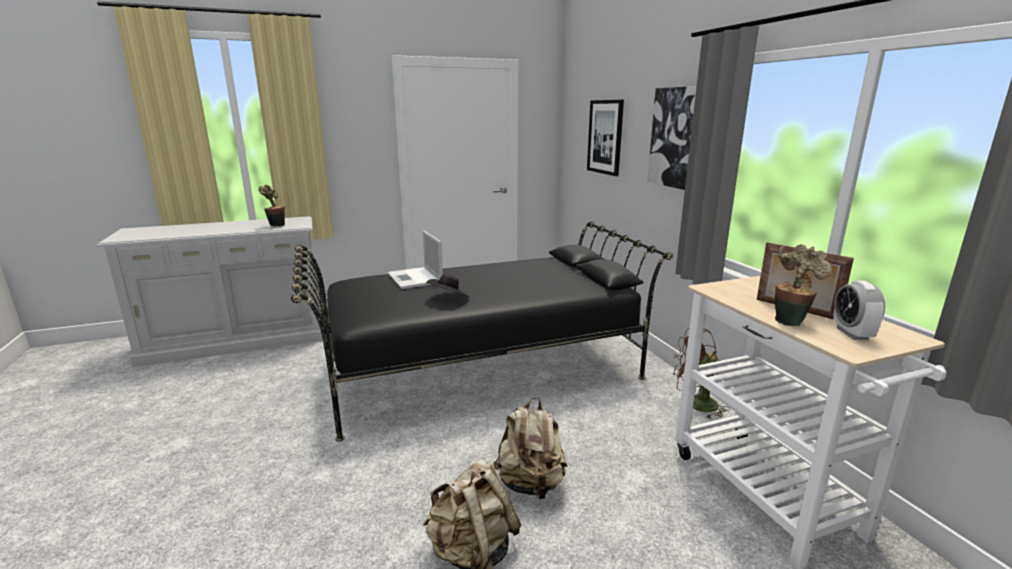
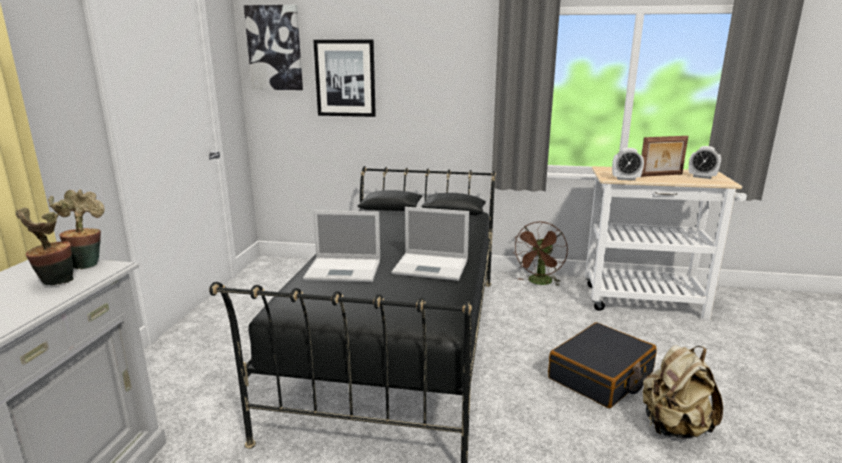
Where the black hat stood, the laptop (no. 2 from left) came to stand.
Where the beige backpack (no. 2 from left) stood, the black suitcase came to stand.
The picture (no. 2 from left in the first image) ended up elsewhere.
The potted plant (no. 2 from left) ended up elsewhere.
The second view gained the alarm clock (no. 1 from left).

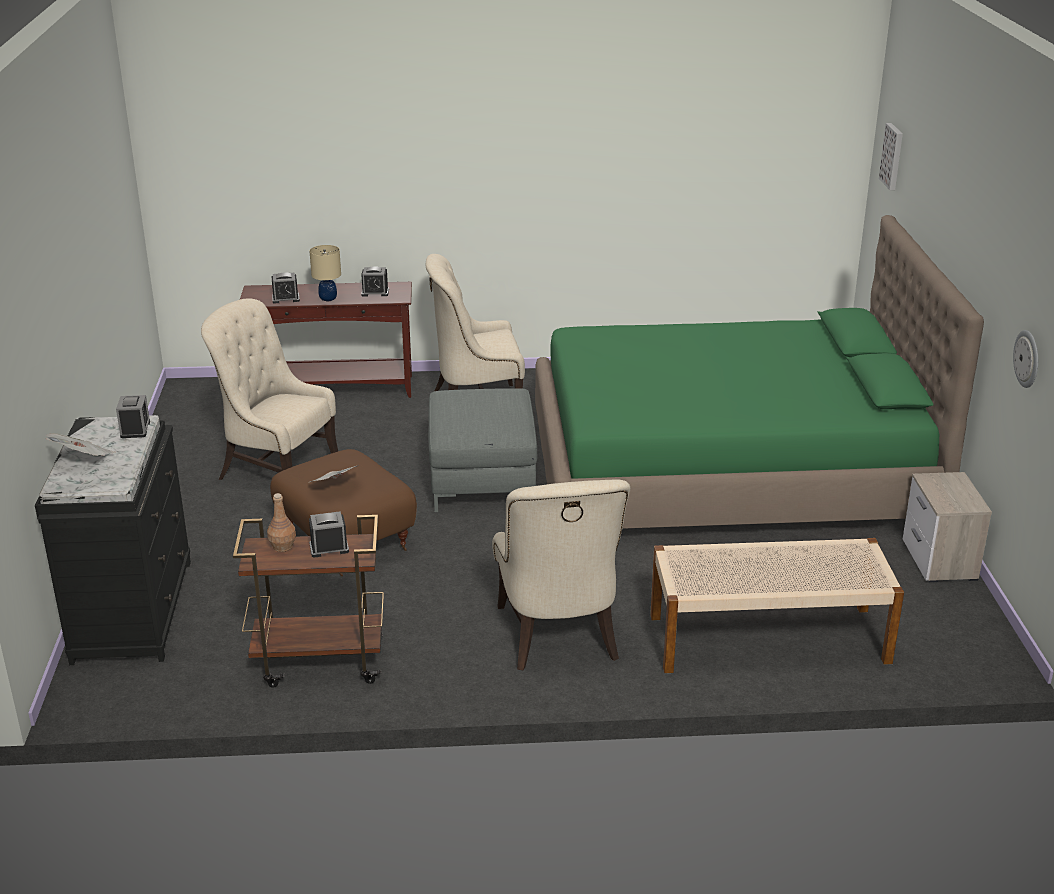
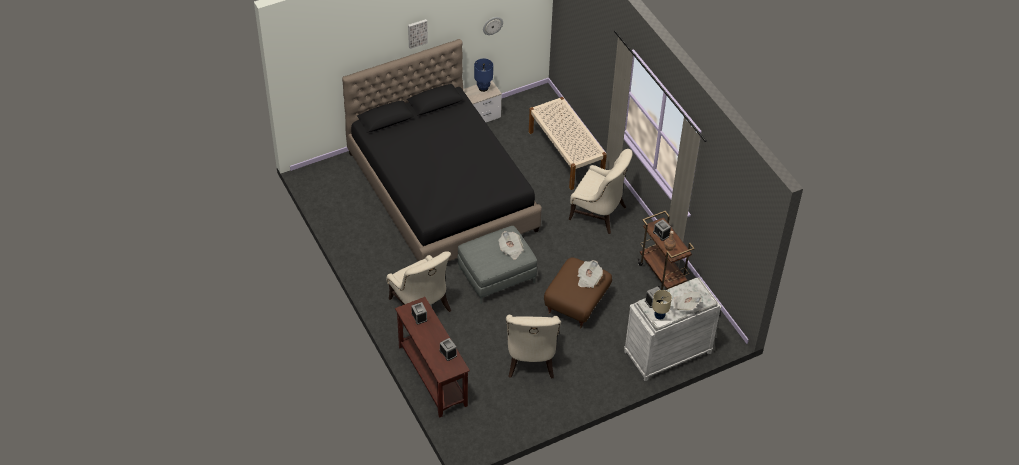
What was the black dresser turned into the white dresser.
The beige table lamp ended up elsewhere.
The beige armchair (no. 3 from left) ended up facing another way, 60 degrees clockwise from before.
What was the green bed turned into the black bed.
The picture ended up elsewhere.
The second view gained the blue table lamp.
The second view gained the newspaper (no. 1 from left).

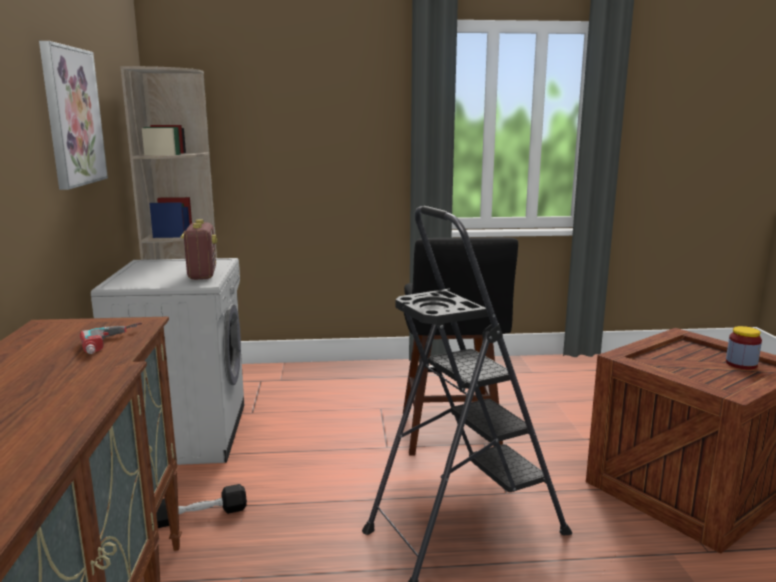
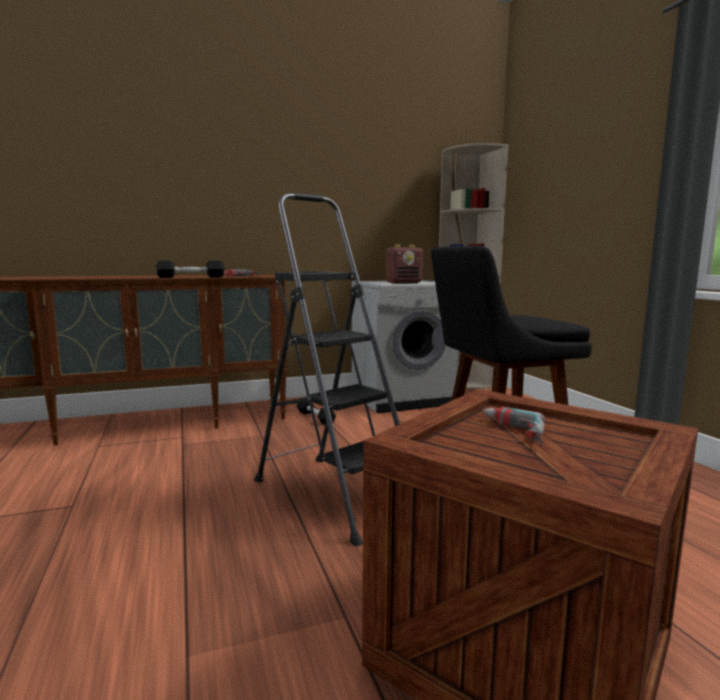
The second view lost the picture.
The second view lost the jar.
The second view gained the black dumbbell (no. 1 from left).
The second view gained the power drill (no. 2 from left).

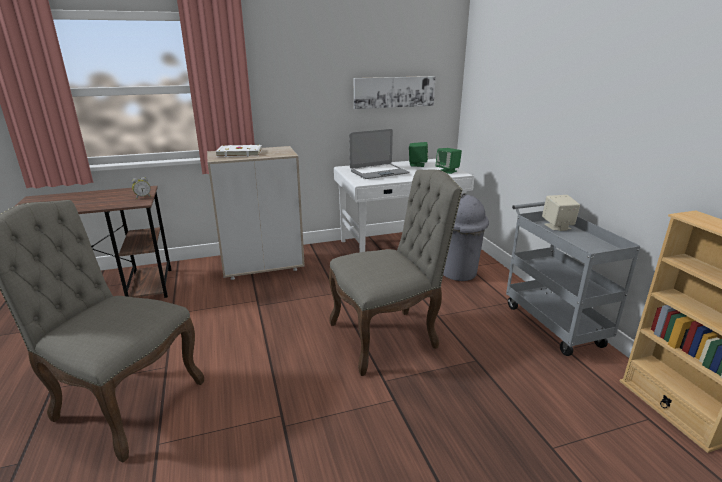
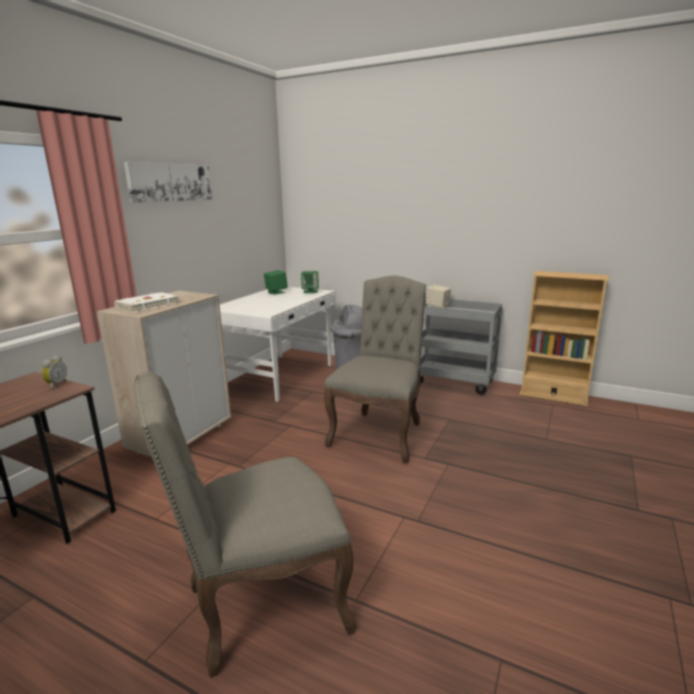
The second view lost the laptop.
The picture ended up elsewhere.

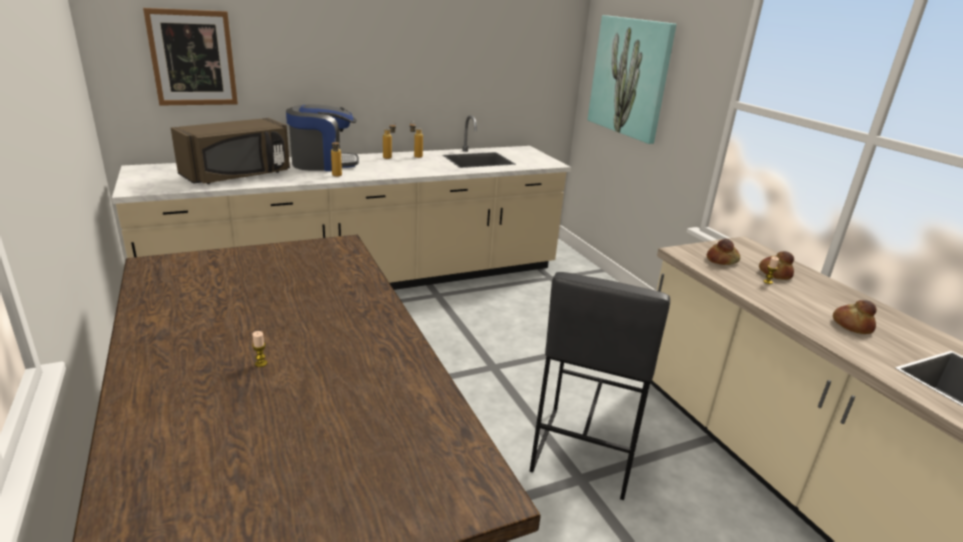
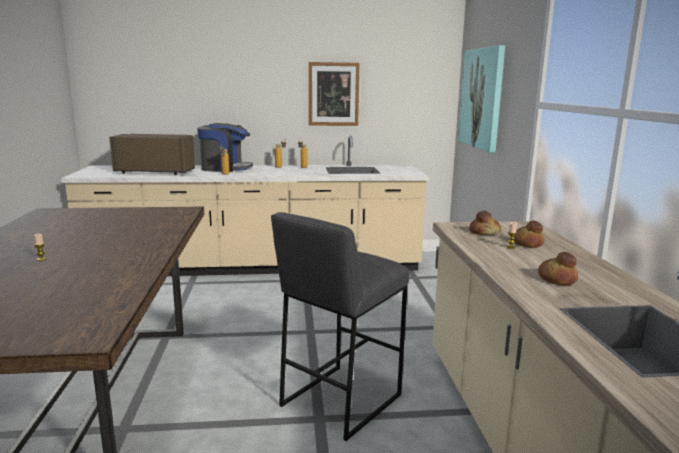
The picture (no. 1 from left) ended up elsewhere.
The brown microwave ended up facing another way, 150 degrees counterclockwise from before.

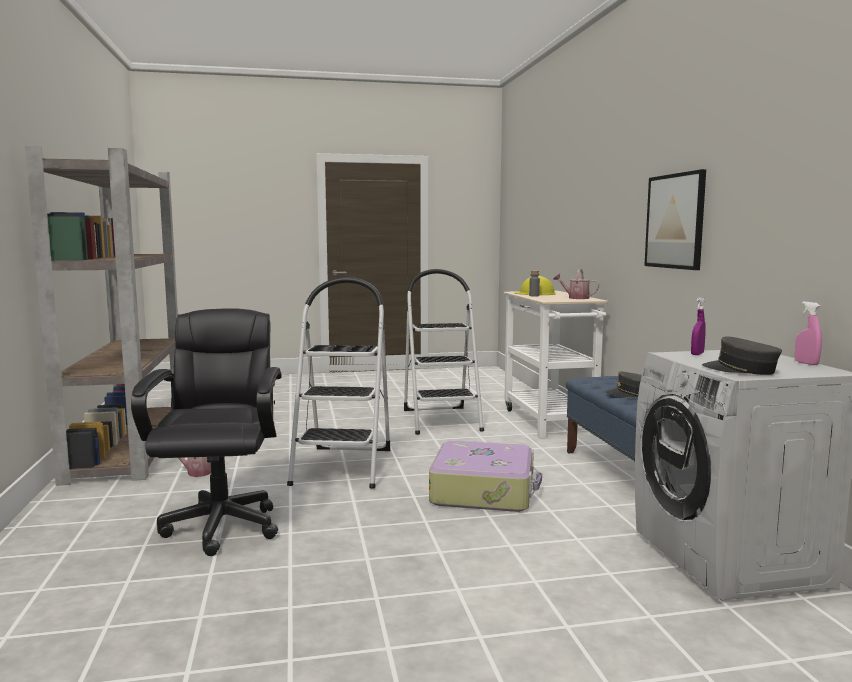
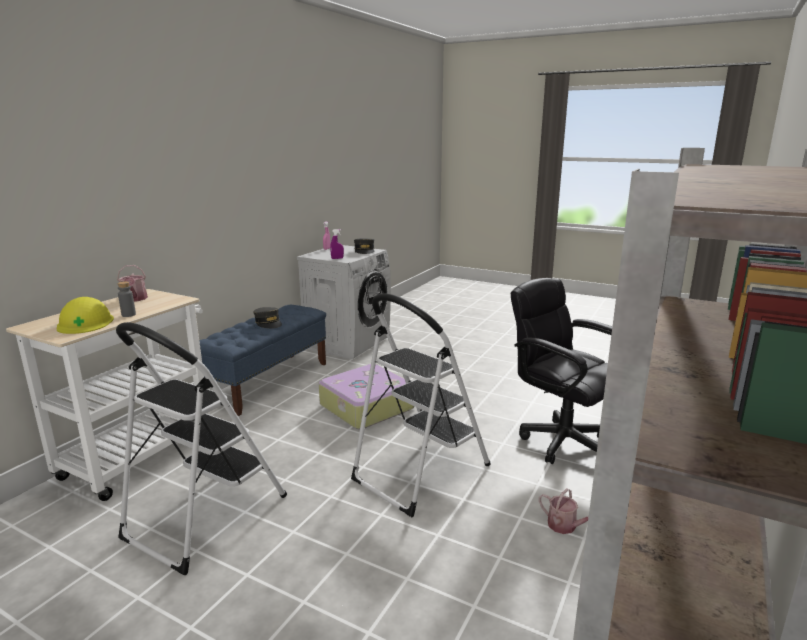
The black office chair ended up facing another way, 105 degrees clockwise from before.
The second view lost the picture.

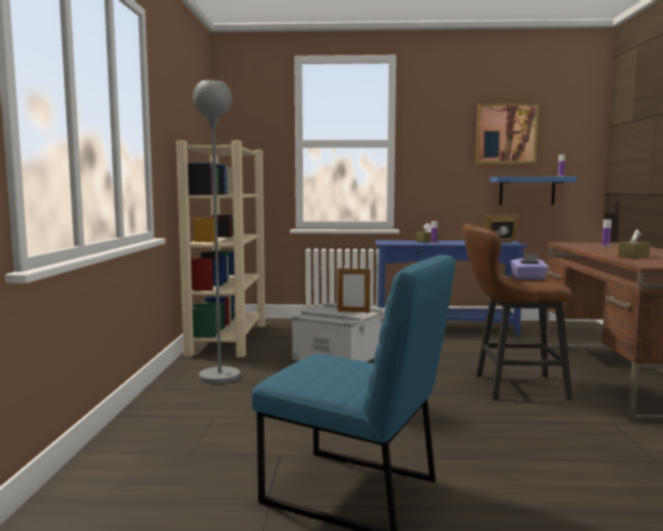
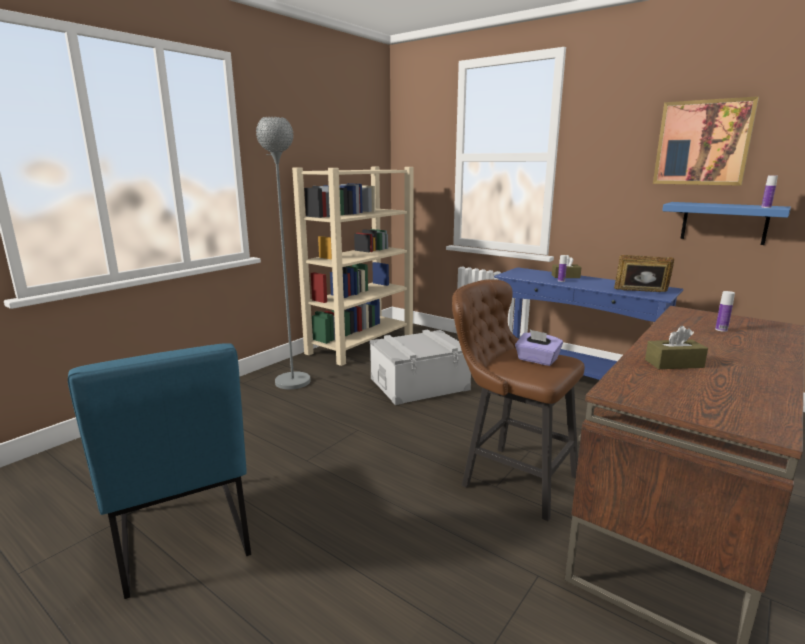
The second view lost the picture frame (no. 1 from left).

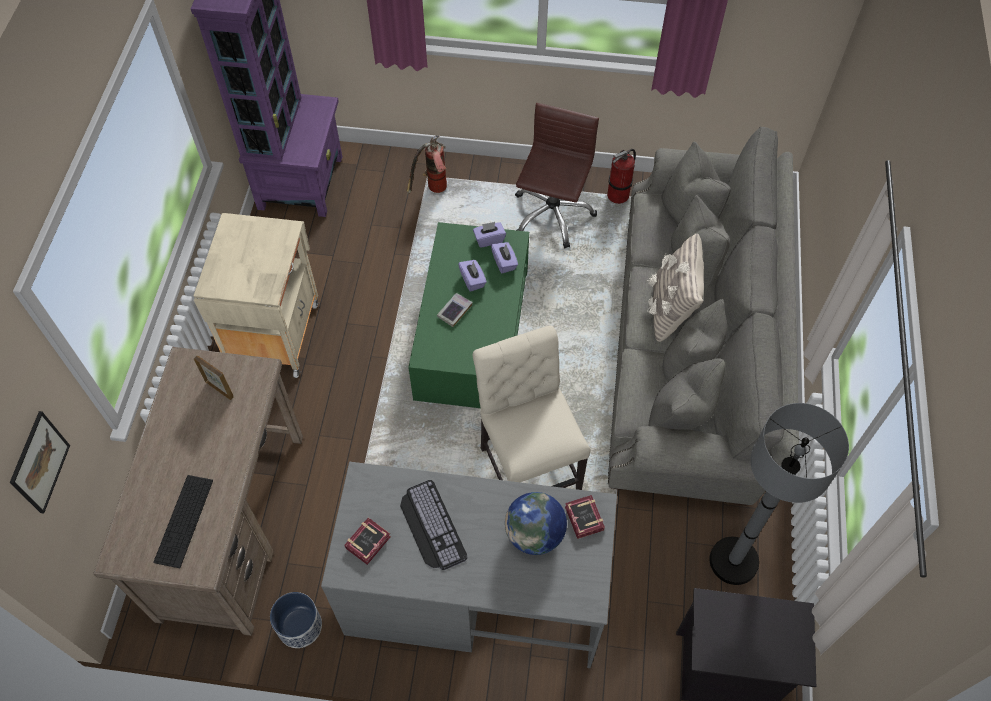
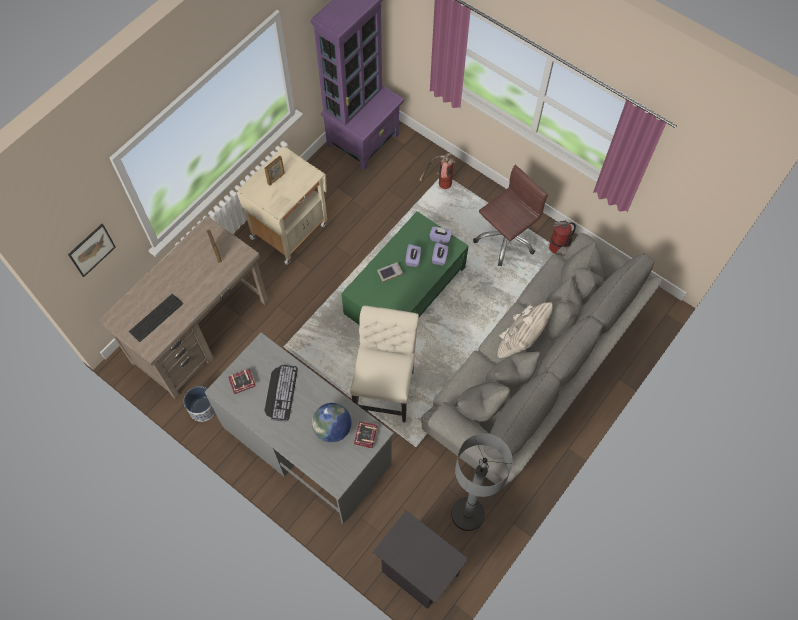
The second view gained the picture frame (no. 2 from left).

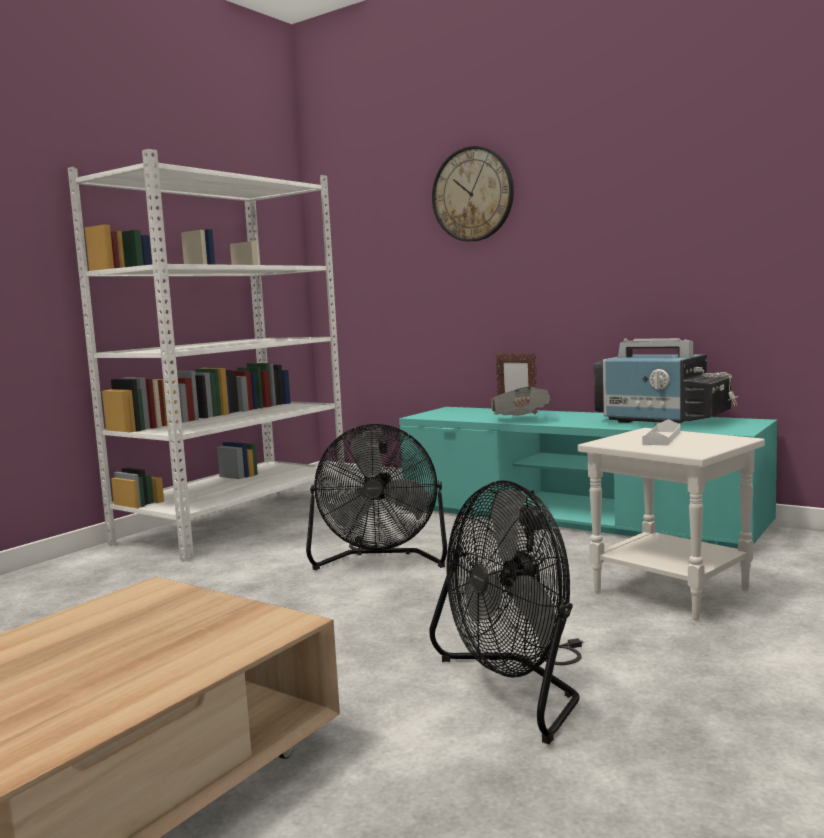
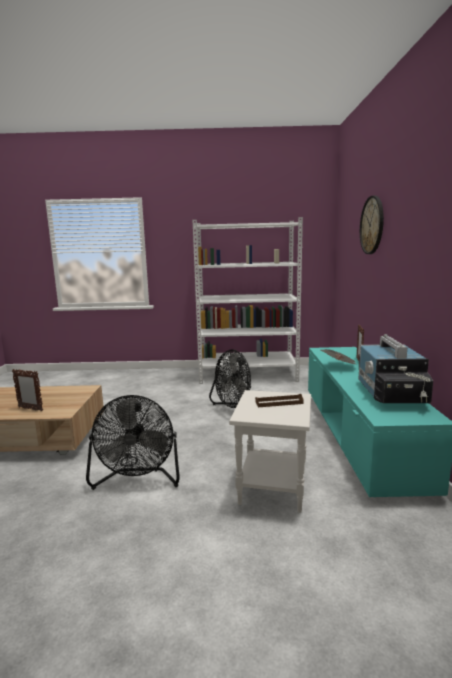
The black fan (no. 2 from left in the first image) ended up facing another way, 120 degrees counterclockwise from before.
What was the white tray turned into the brown tray.
The second view gained the picture frame (no. 1 from left).

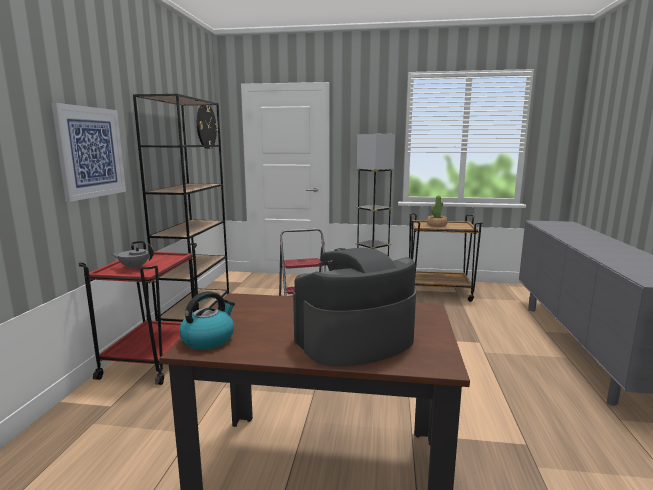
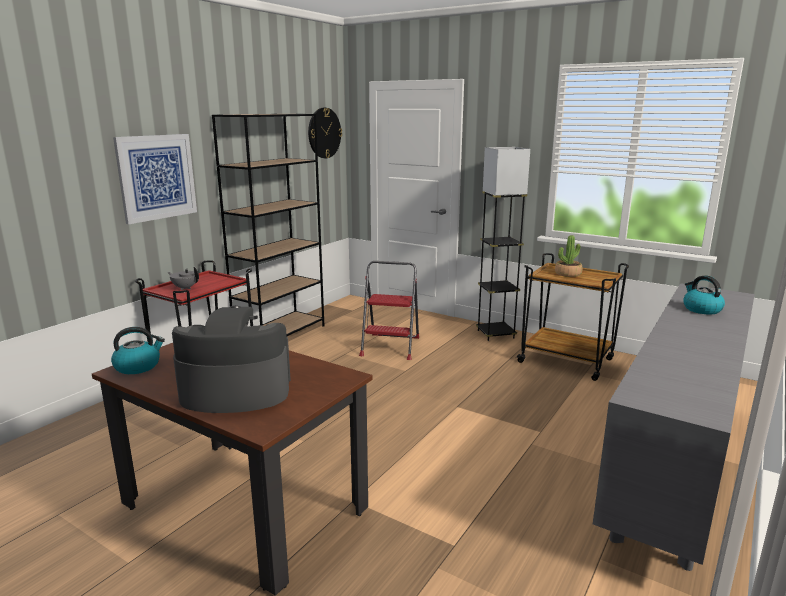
The second view gained the kettle (no. 2 from left).

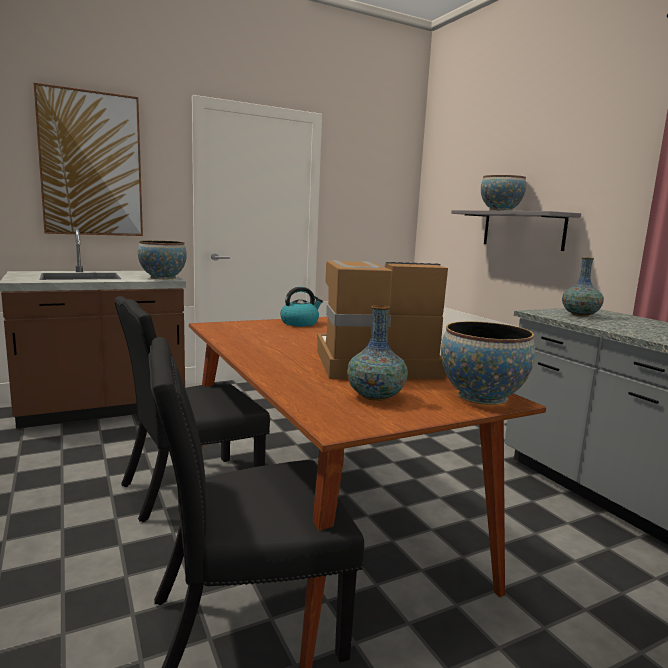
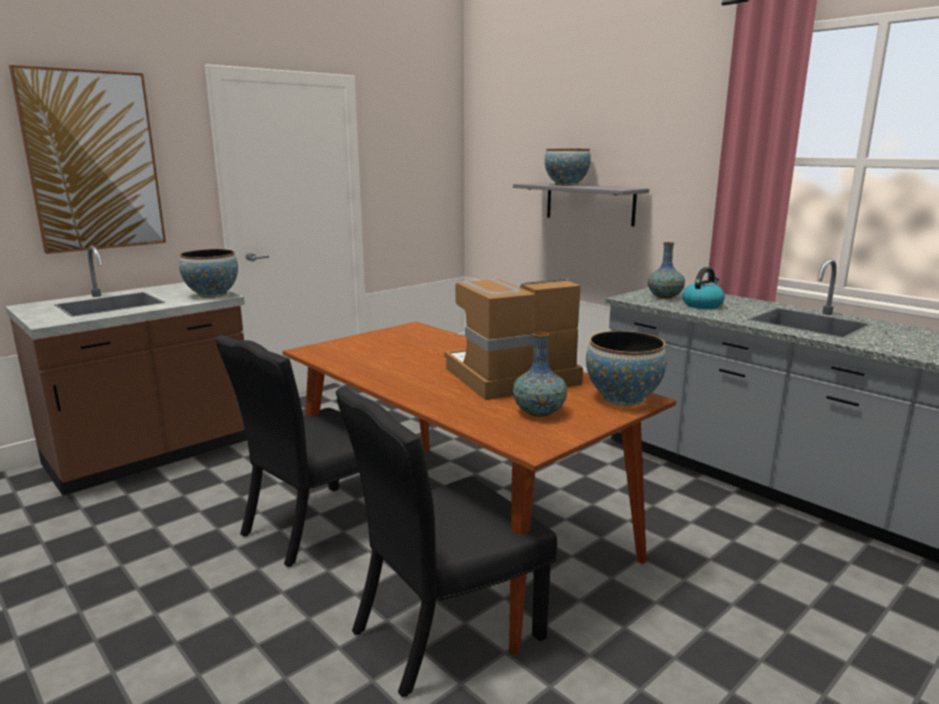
The kettle ended up elsewhere.

